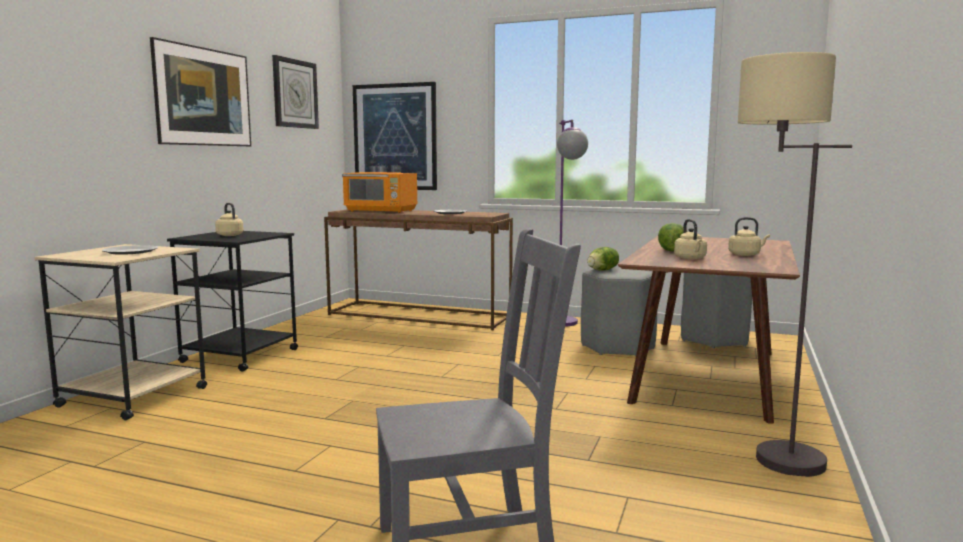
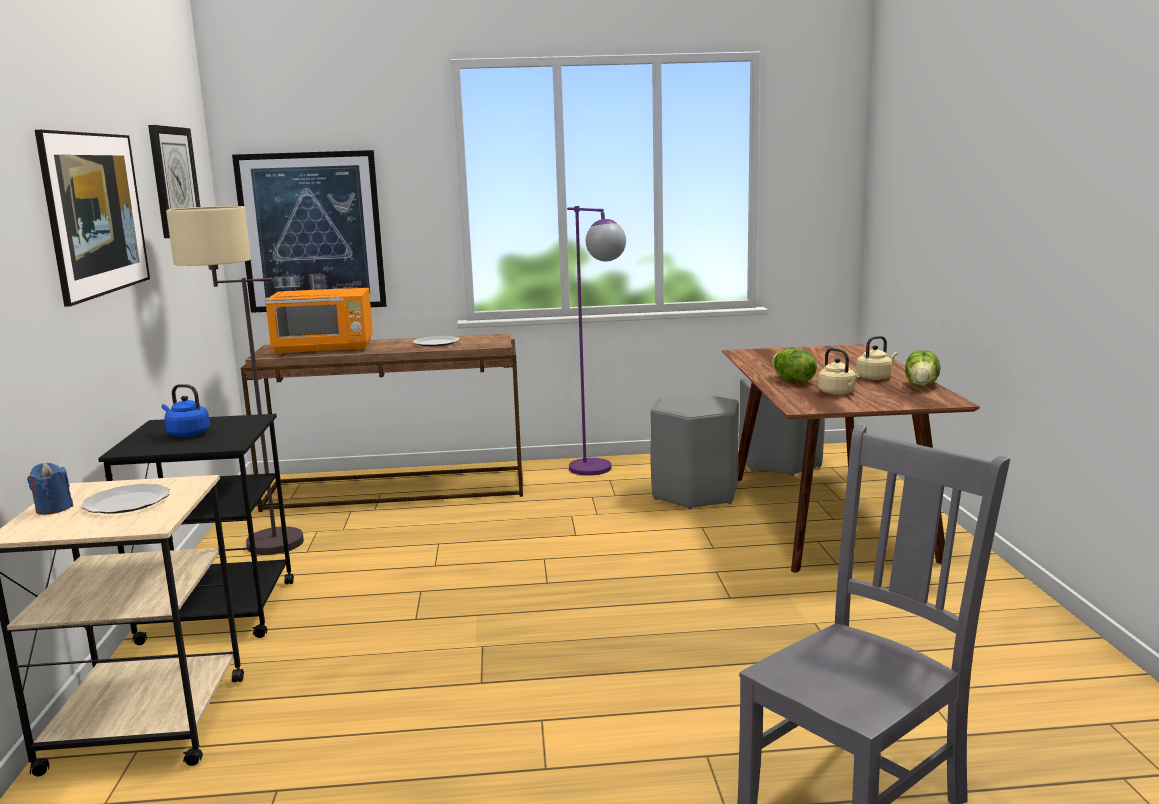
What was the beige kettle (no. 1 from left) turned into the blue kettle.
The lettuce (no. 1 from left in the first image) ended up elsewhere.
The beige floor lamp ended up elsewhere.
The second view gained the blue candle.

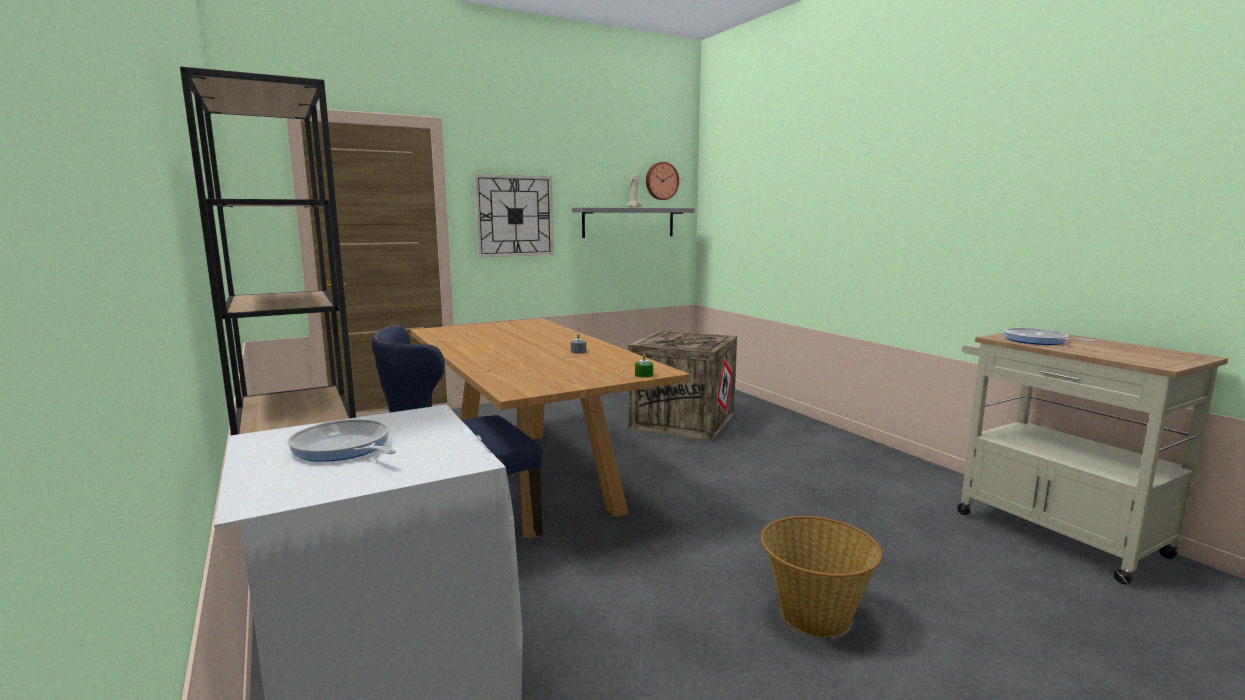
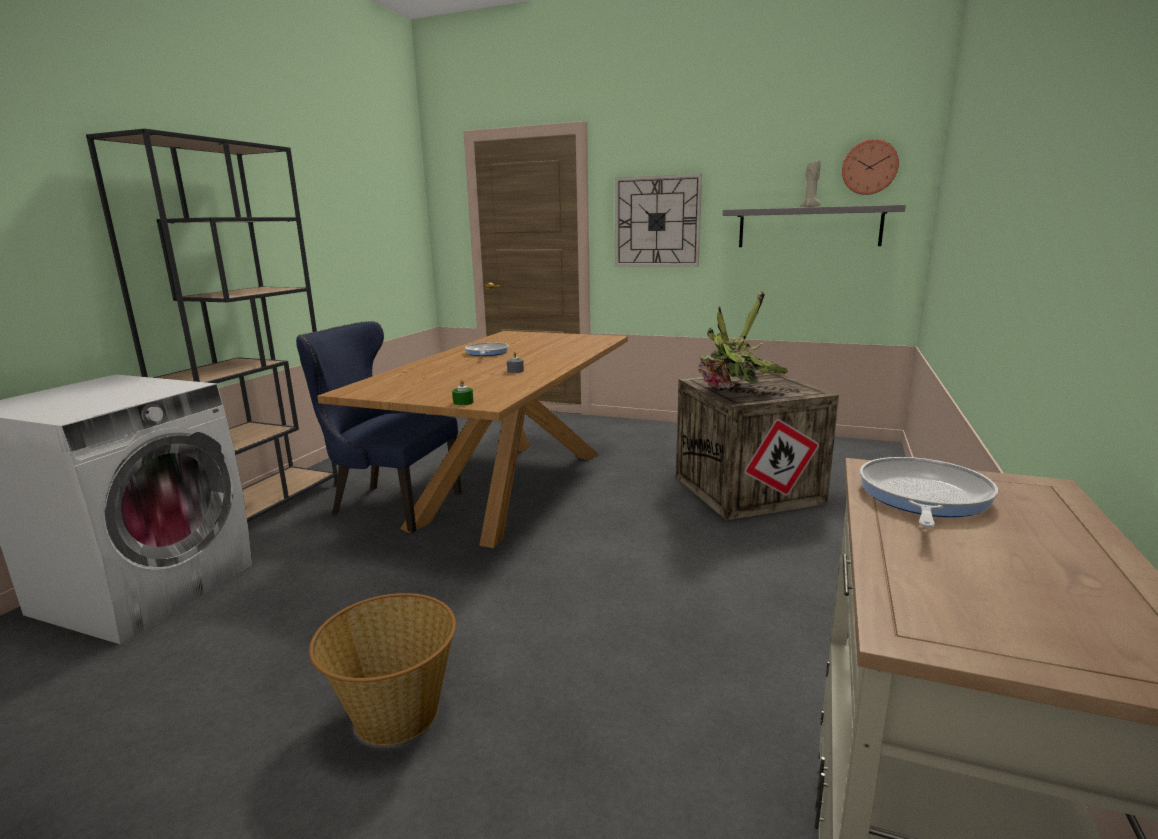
The frying pan (no. 1 from left) ended up elsewhere.
The second view gained the potted plant.

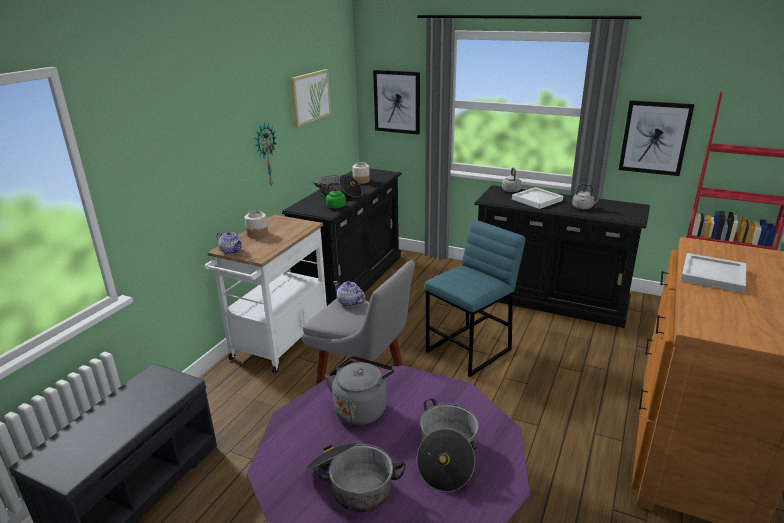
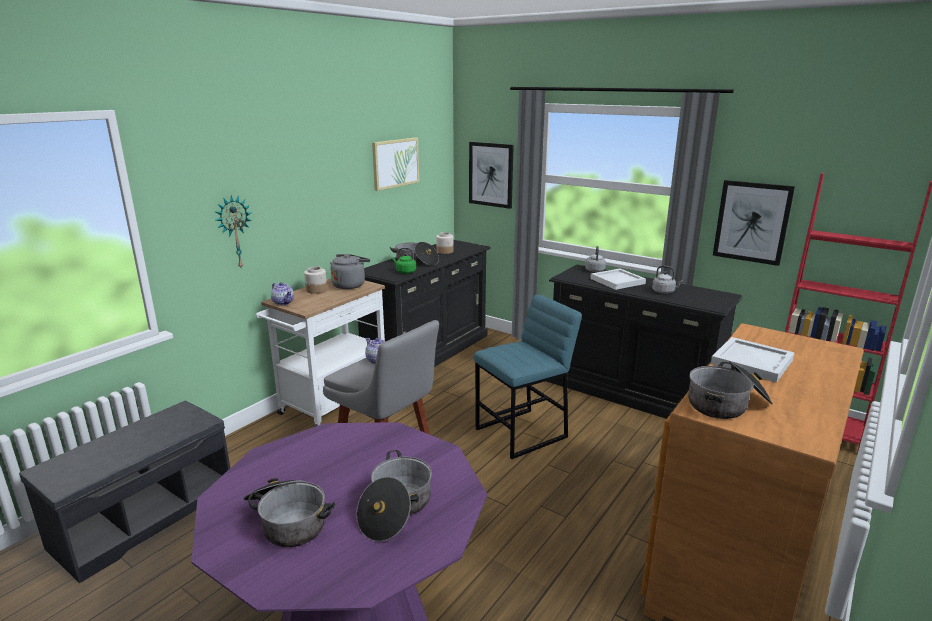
The wall clock ended up elsewhere.
The grey kettle (no. 1 from left) ended up elsewhere.
The second view gained the cooking pot (no. 4 from left).

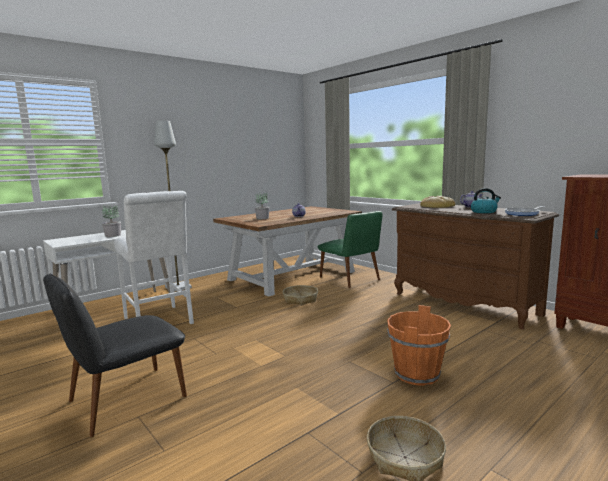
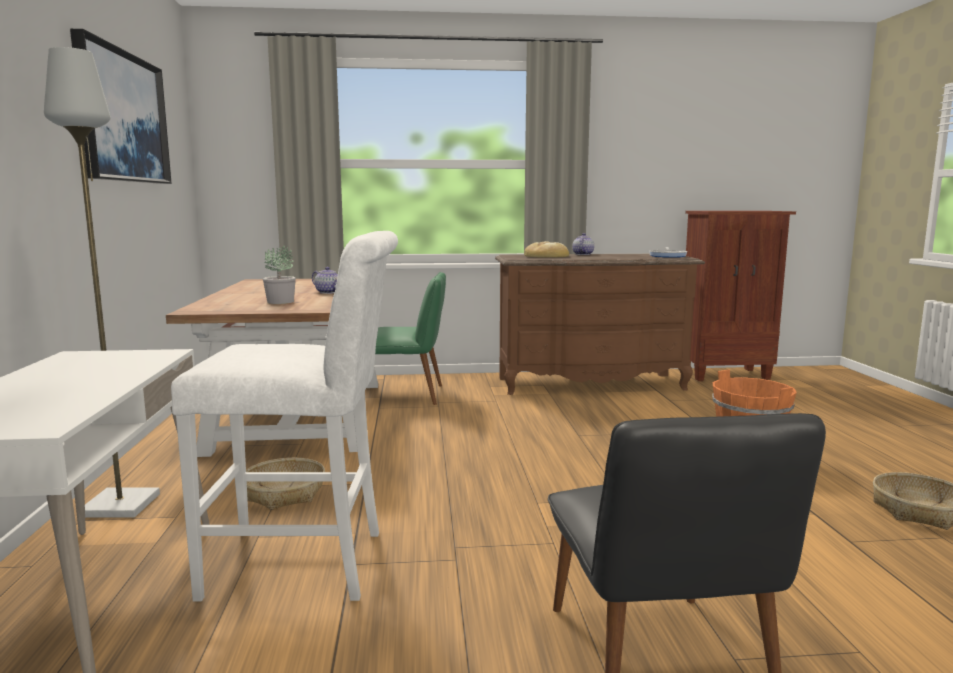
The second view lost the potted plant (no. 1 from left).
The basket (no. 1 from left) ended up elsewhere.
The second view lost the kettle.
The second view gained the picture.

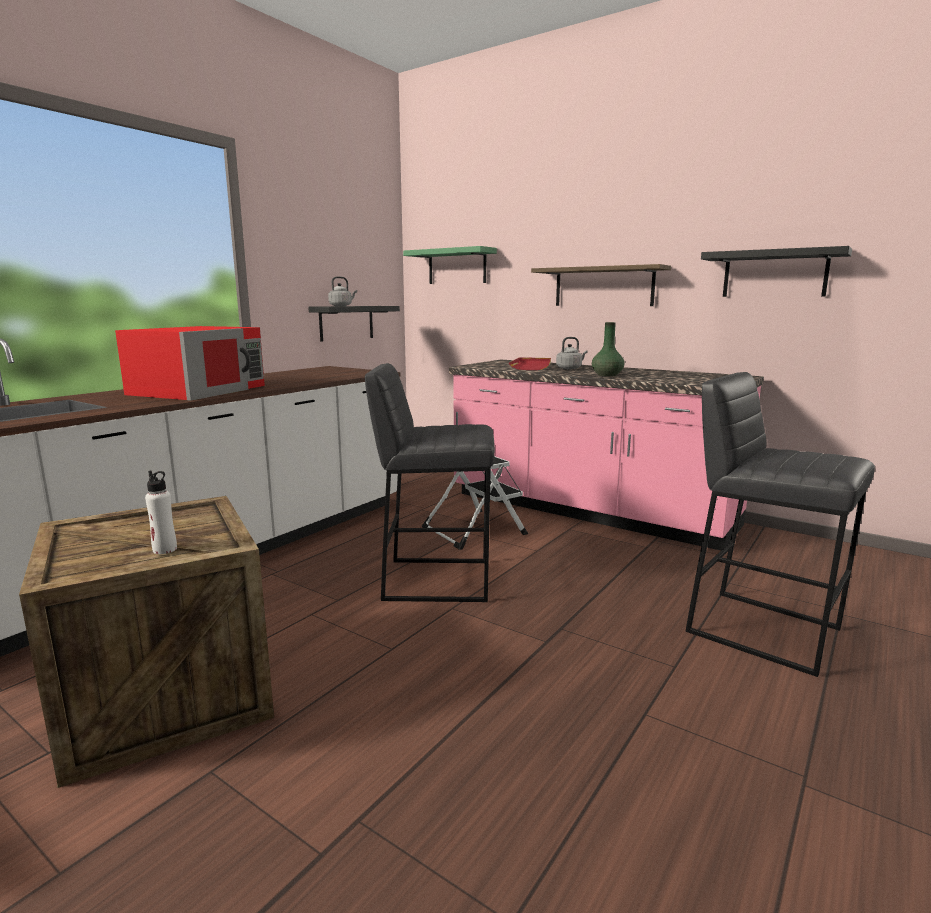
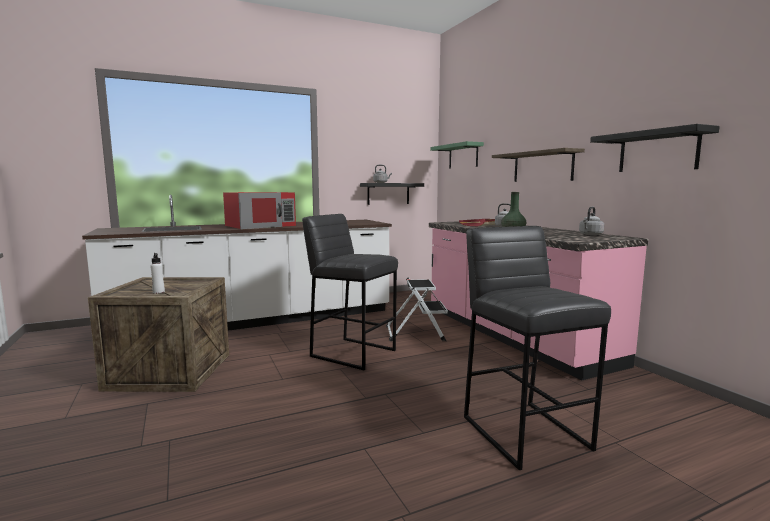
The second view gained the grey kettle (no. 3 from left).

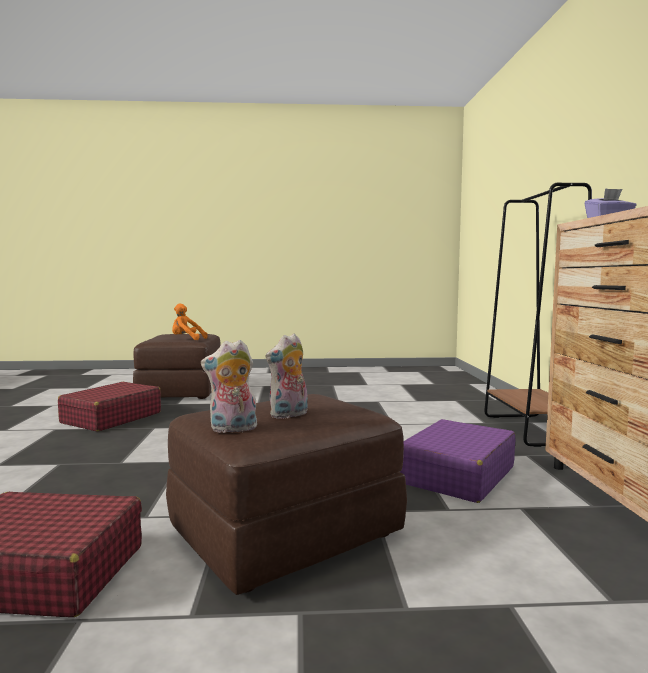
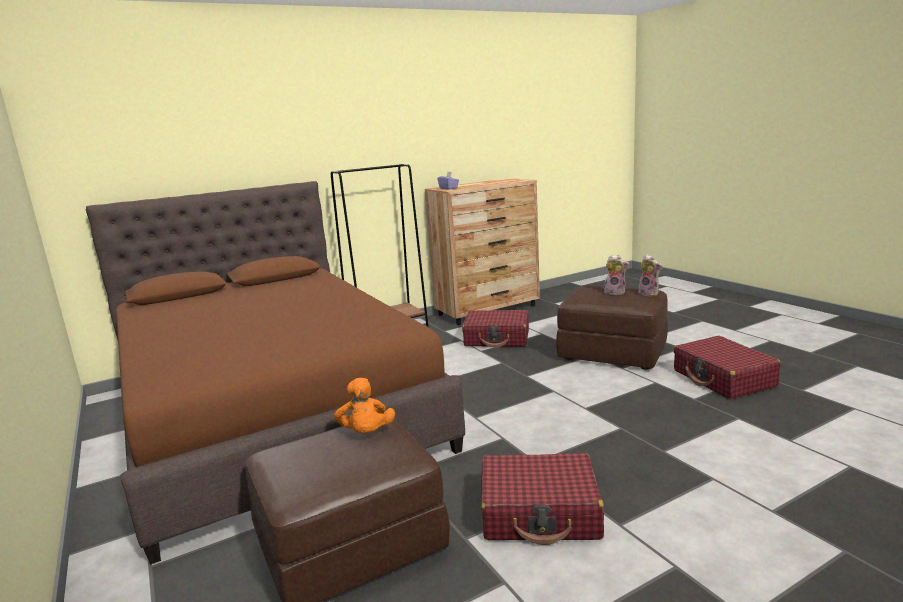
What was the purple suitcase turned into the red suitcase (no. 1 from left).
The second view gained the brown bed.

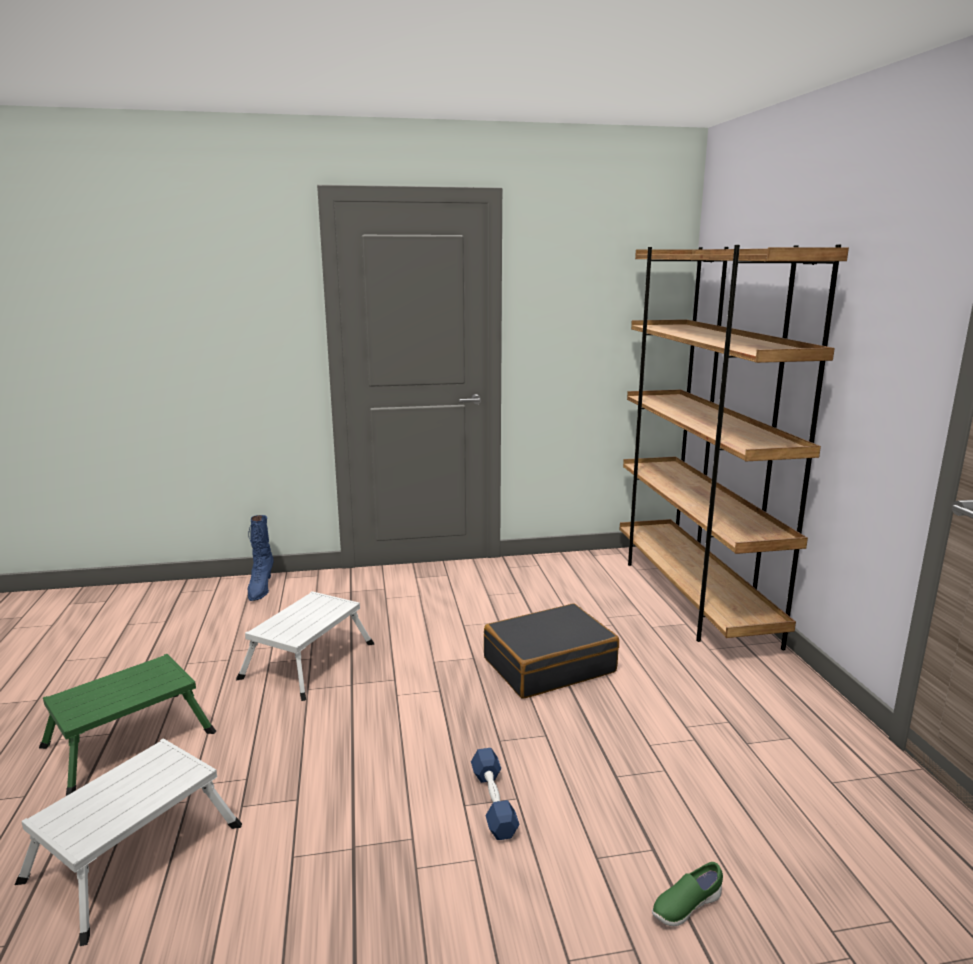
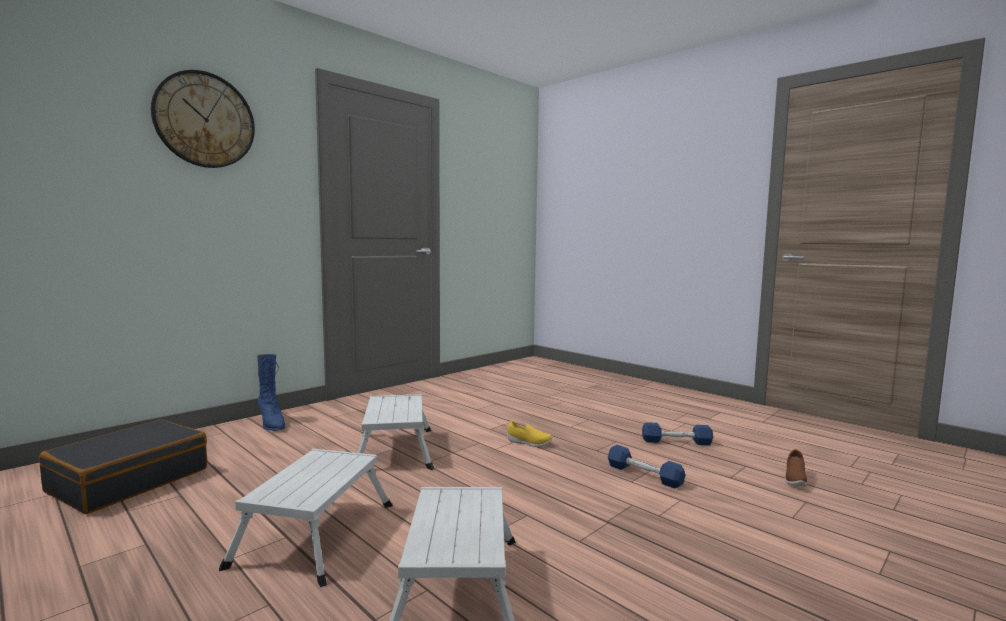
What was the green step ladder turned into the white step ladder (no. 1 from left).
The black suitcase ended up elsewhere.
The second view lost the brown bookcase.
What was the green shoe turned into the brown shoe.
The second view gained the wall clock.
The second view gained the yellow shoe.
The second view gained the blue dumbbell (no. 2 from left).

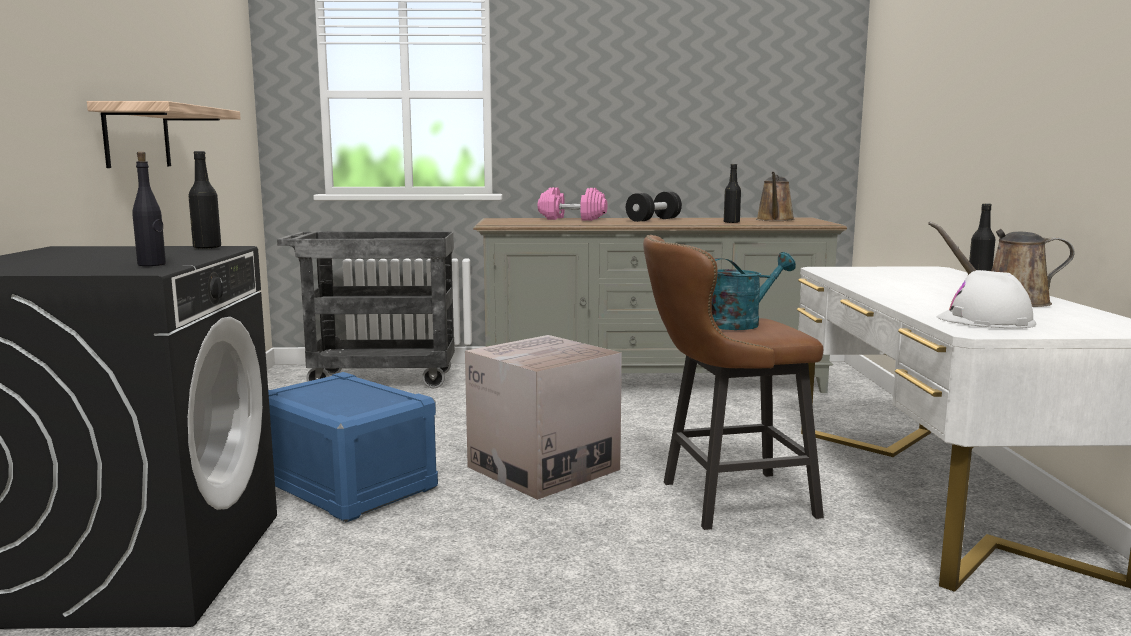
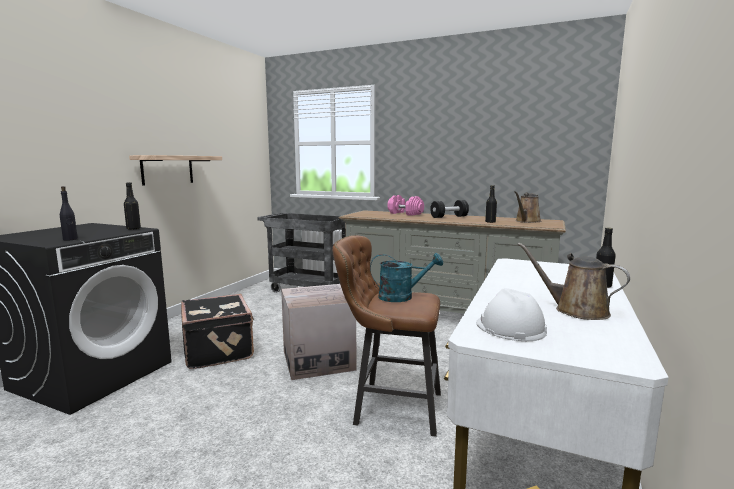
Where the blue storage box stood, the black suitcase came to stand.

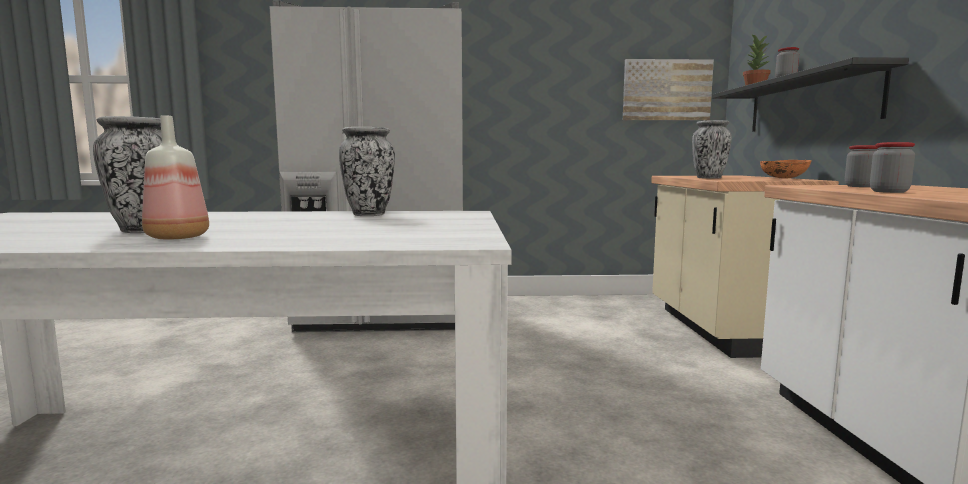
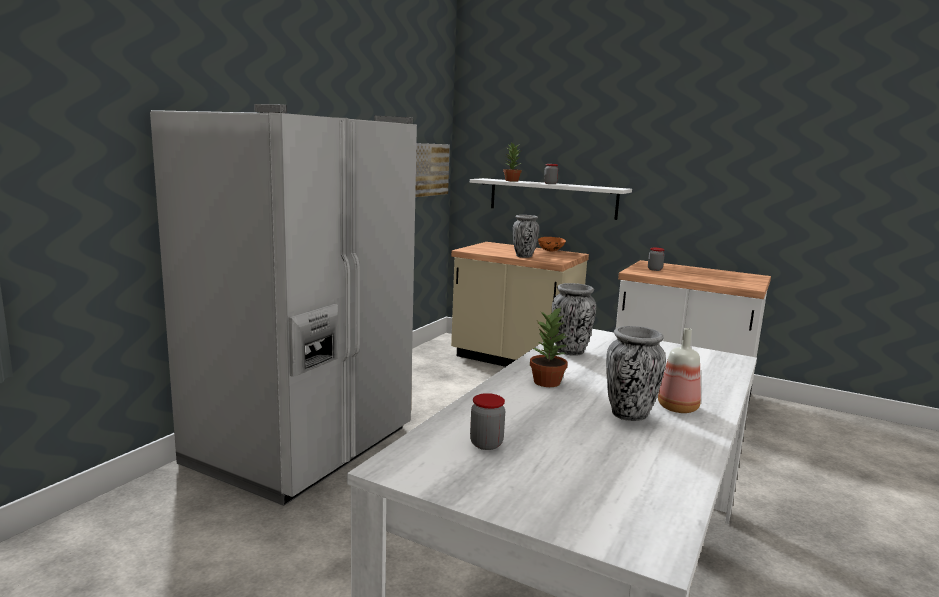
What was the black shelf turned into the white shelf.
The jar (no. 3 from left in the first image) ended up elsewhere.
The second view gained the potted plant (no. 2 from left).

